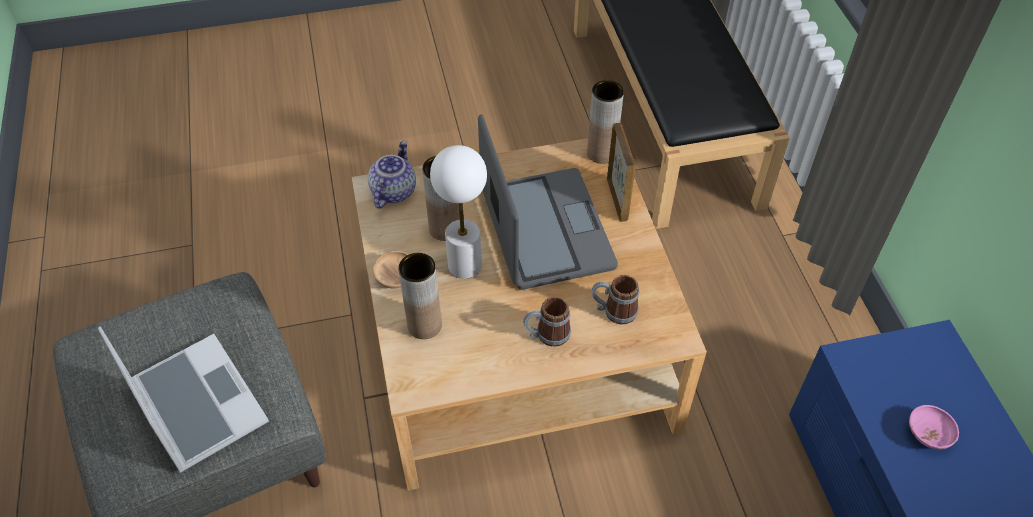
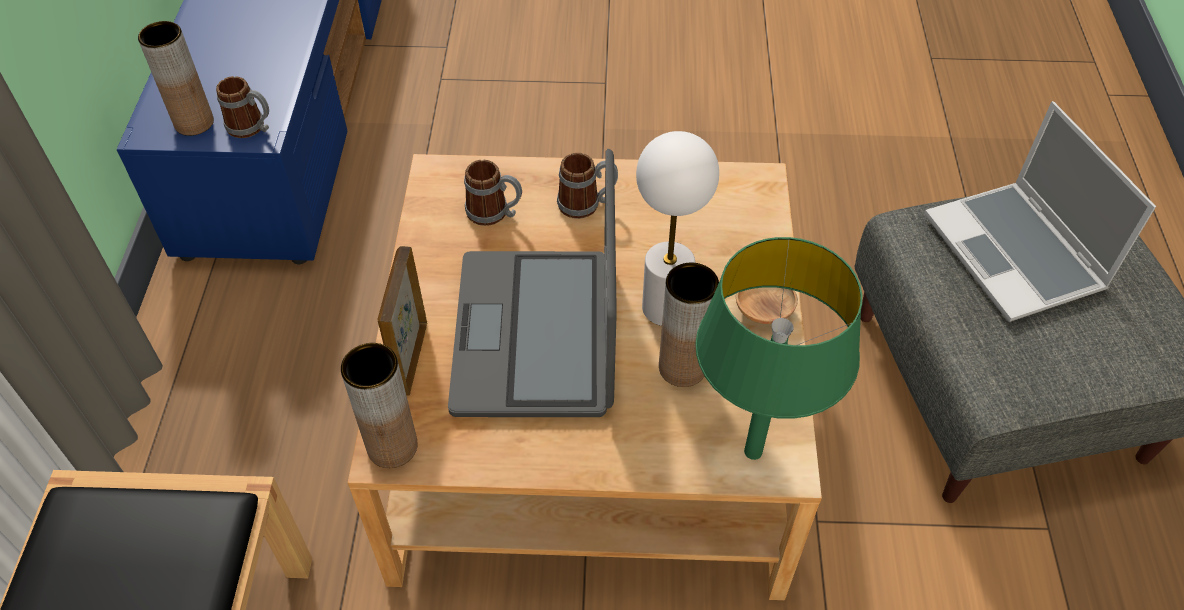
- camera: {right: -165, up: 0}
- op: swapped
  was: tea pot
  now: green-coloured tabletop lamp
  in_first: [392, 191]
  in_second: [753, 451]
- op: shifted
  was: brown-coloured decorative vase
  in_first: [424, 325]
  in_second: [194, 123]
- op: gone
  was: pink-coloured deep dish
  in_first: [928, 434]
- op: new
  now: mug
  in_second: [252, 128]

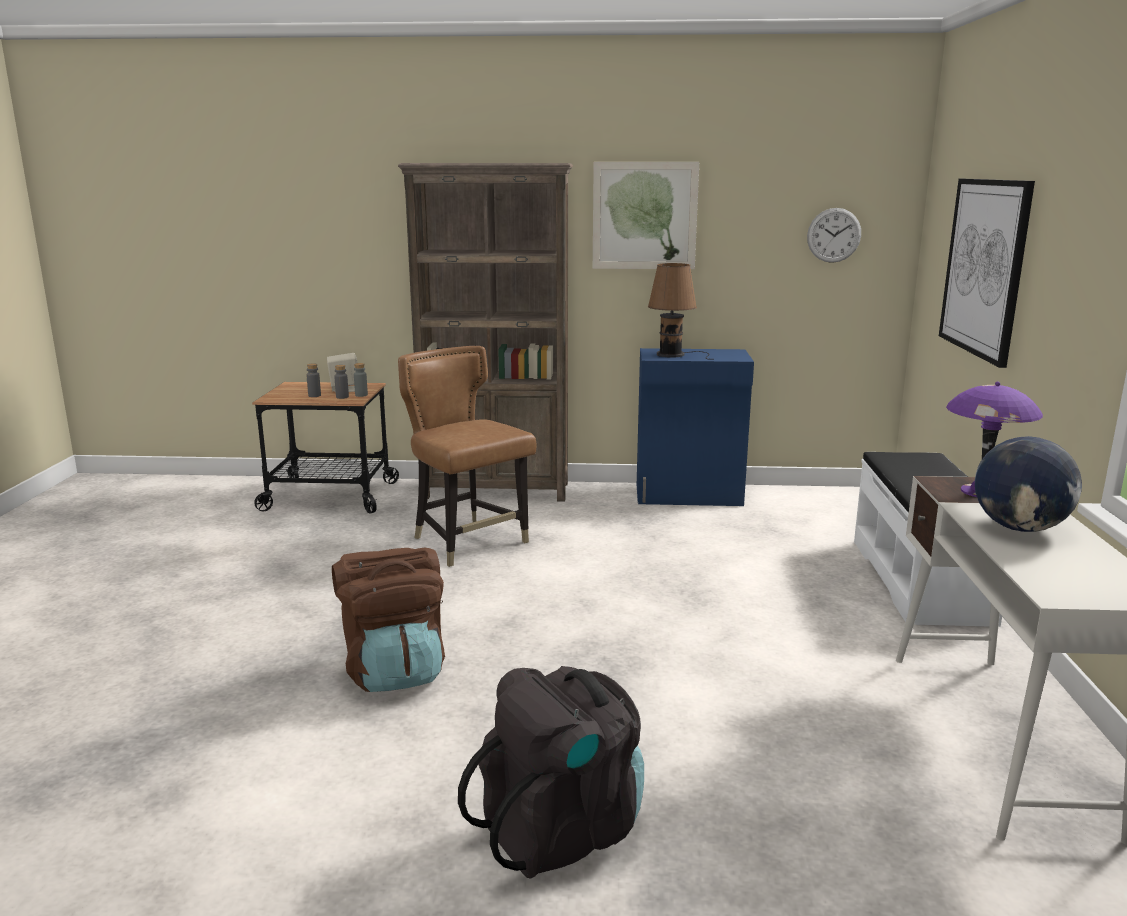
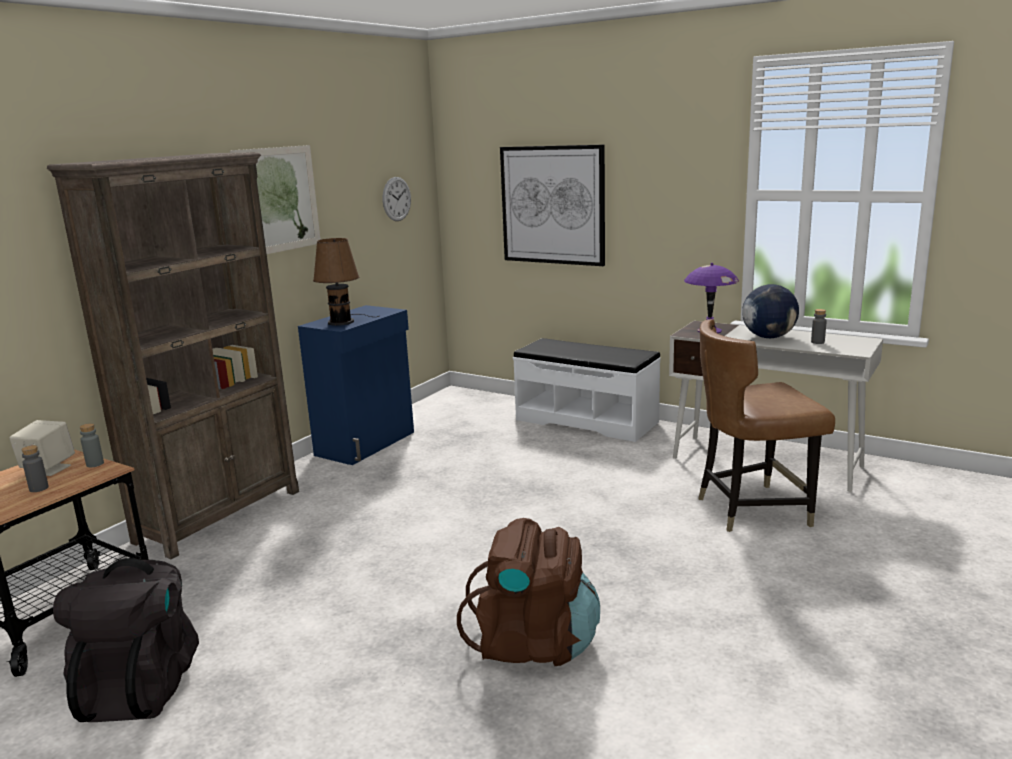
- camera: {right: -60, up: 0}
- op: shifted
  was: grey drink bottle
  in_first: [342, 397]
  in_second: [817, 342]
- op: shifted
  was: brown-coloured upright chair
  in_first: [468, 542]
  in_second: [752, 509]
- op: shifted
  was: black-coloured knapsack
  in_first: [562, 829]
  in_second: [141, 686]

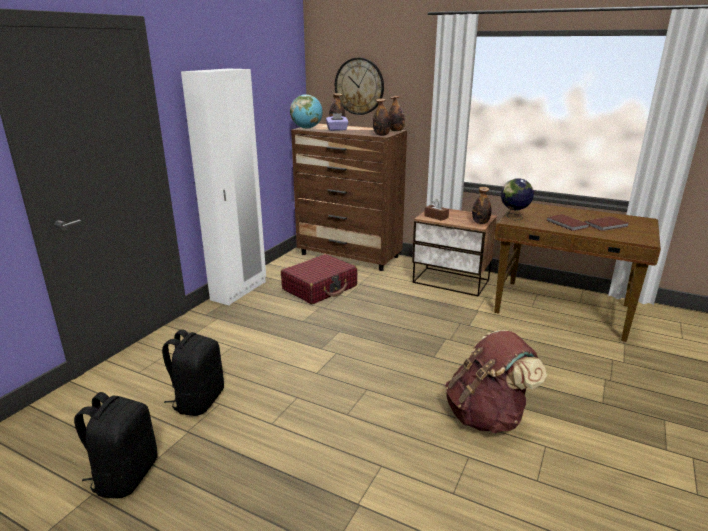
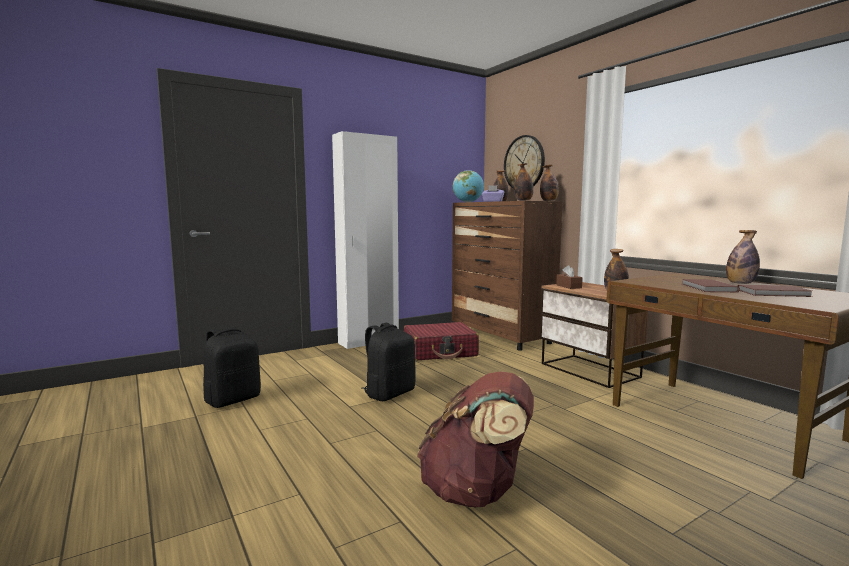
- camera: {right: 30, up: -15}
- op: shifted
  was: black-coloured knapsack
  in_first: [125, 475]
  in_second: [389, 393]
- op: gone
  was: desk globe
  in_first: [514, 217]
- op: new
  now: drink bottle
  in_second: [740, 283]

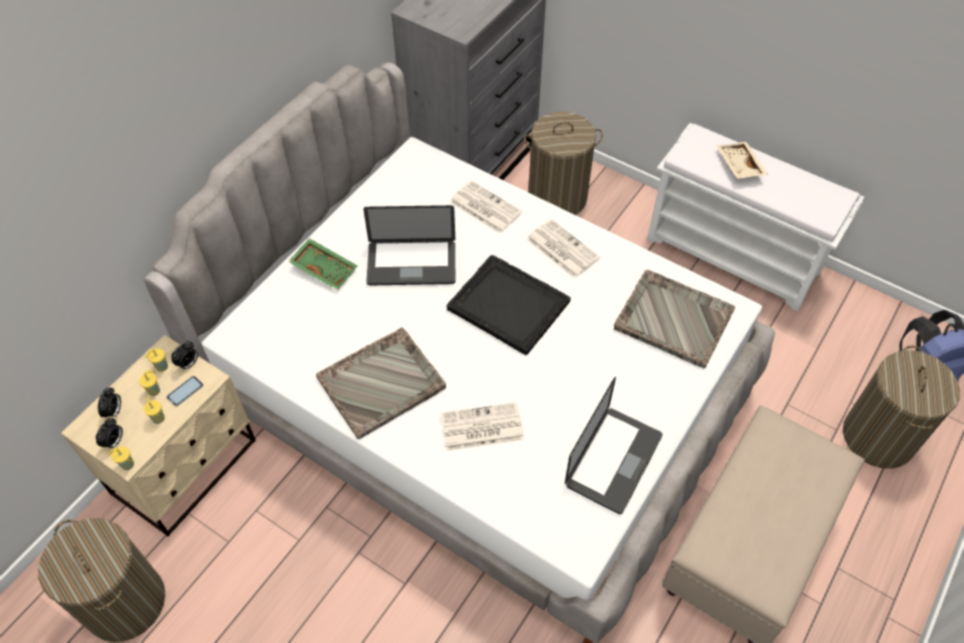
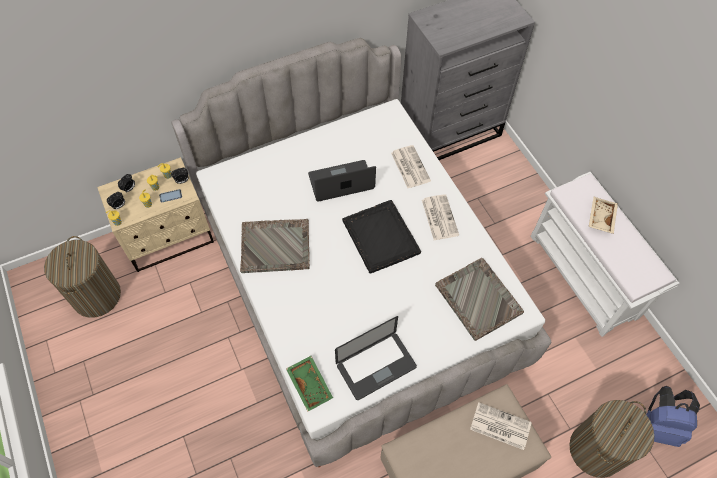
- camera: {right: 30, up: 5}
- op: shifted
  was: green-coloured carrying tray
  in_first: [325, 268]
  in_second: [310, 385]
- op: rotated
  was: notebook computer
  in_first: [411, 264]
  in_second: [341, 182]
  clockwise: 135
- op: shifted
  was: newspaper
  in_first: [480, 428]
  in_second: [499, 426]
- op: gone
  was: laundry basket
  in_first: [557, 197]

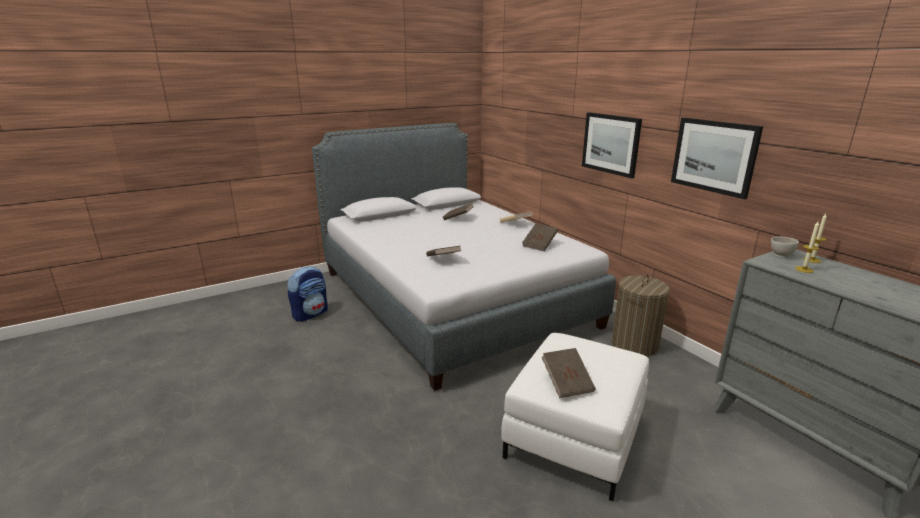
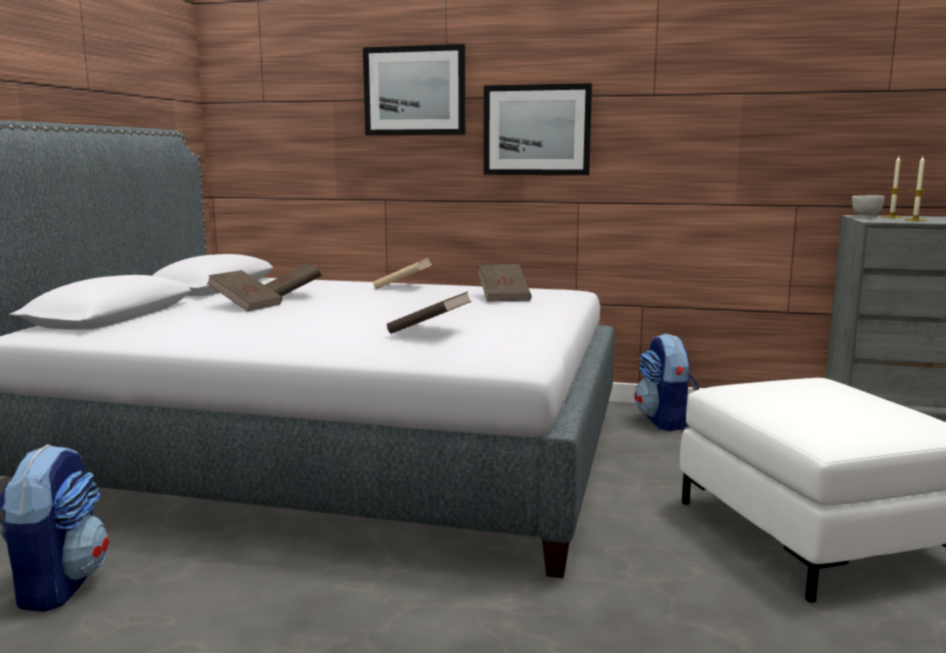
- camera: {right: -45, up: -10}
- op: shifted
  was: brown-coloured bound book
  in_first: [567, 383]
  in_second: [246, 305]
- op: swapped
  was: laundry basket
  now: knapsack
  in_first: [634, 344]
  in_second: [665, 421]
- op: shifted
  was: picture
  in_first: [714, 156]
  in_second: [414, 91]

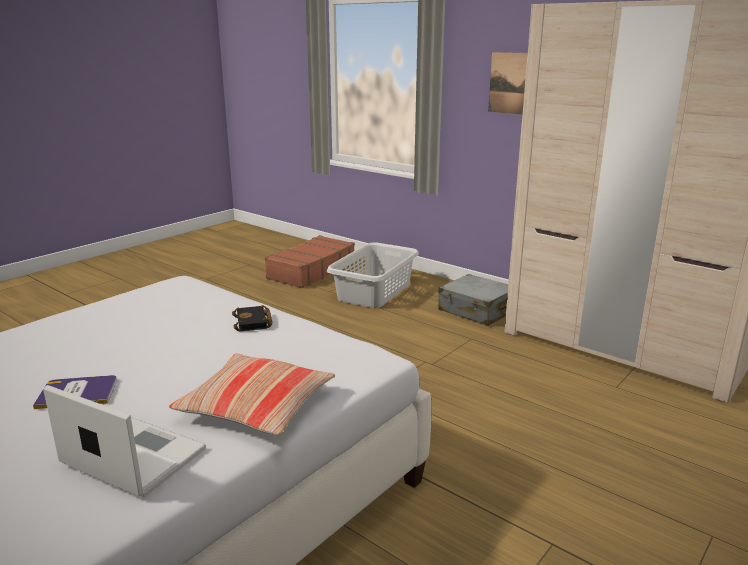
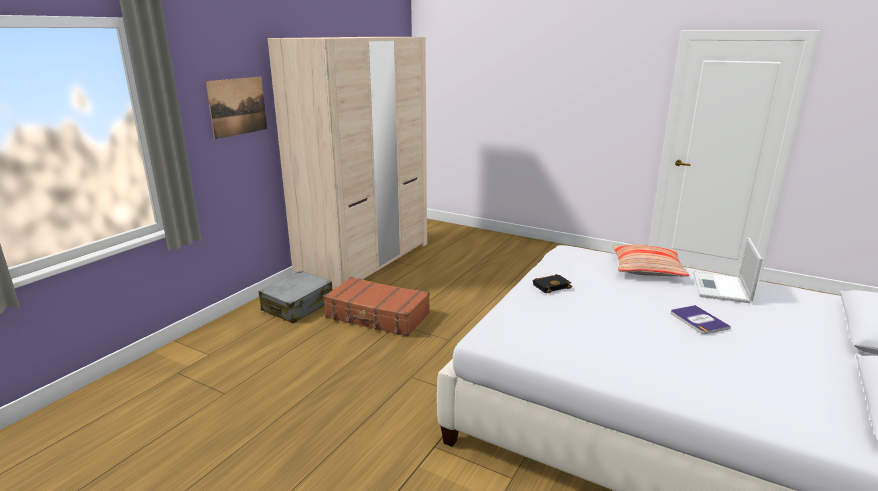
- camera: {right: -100, up: 0}
- op: shifted
  was: brown-coloured suitcase
  in_first: [311, 271]
  in_second: [377, 316]
- op: gone
  was: grey laundry basket
  in_first: [375, 292]

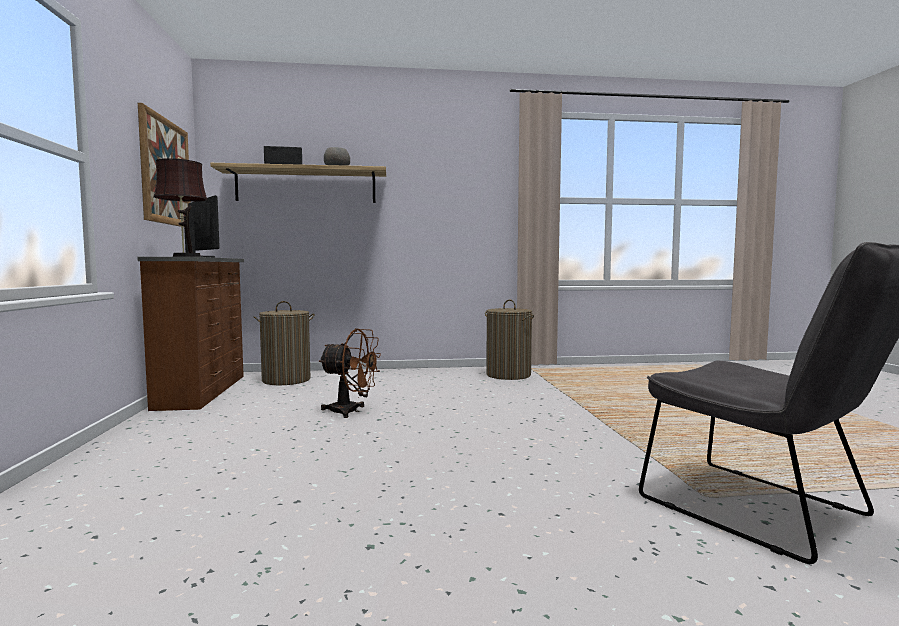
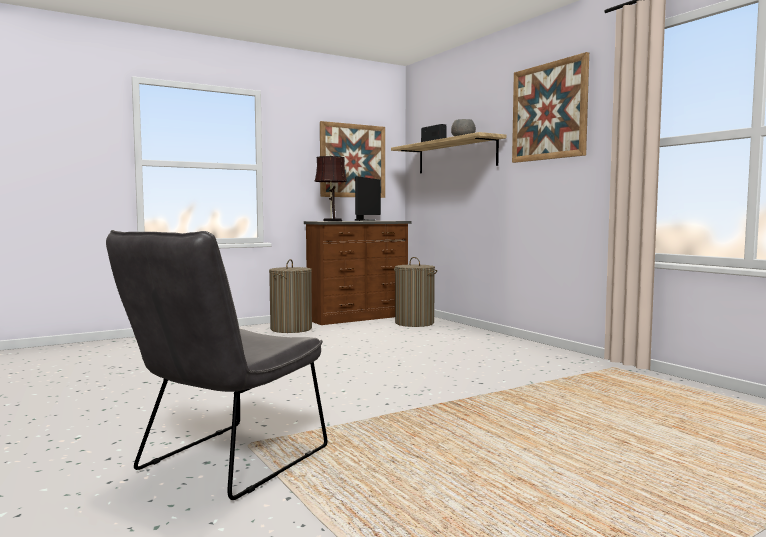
- camera: {right: 65, up: 0}
- op: gone
  was: brown-coloured electric fan
  in_first: [351, 411]
- op: shifted
  was: laundry basket
  in_first: [508, 375]
  in_second: [291, 329]
- op: new
  now: picture
  in_second: [549, 111]

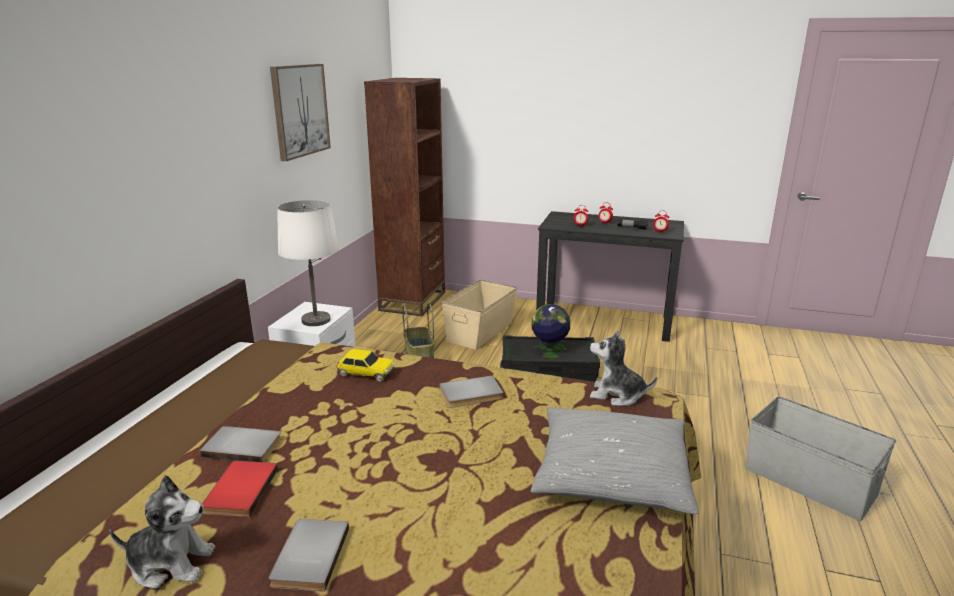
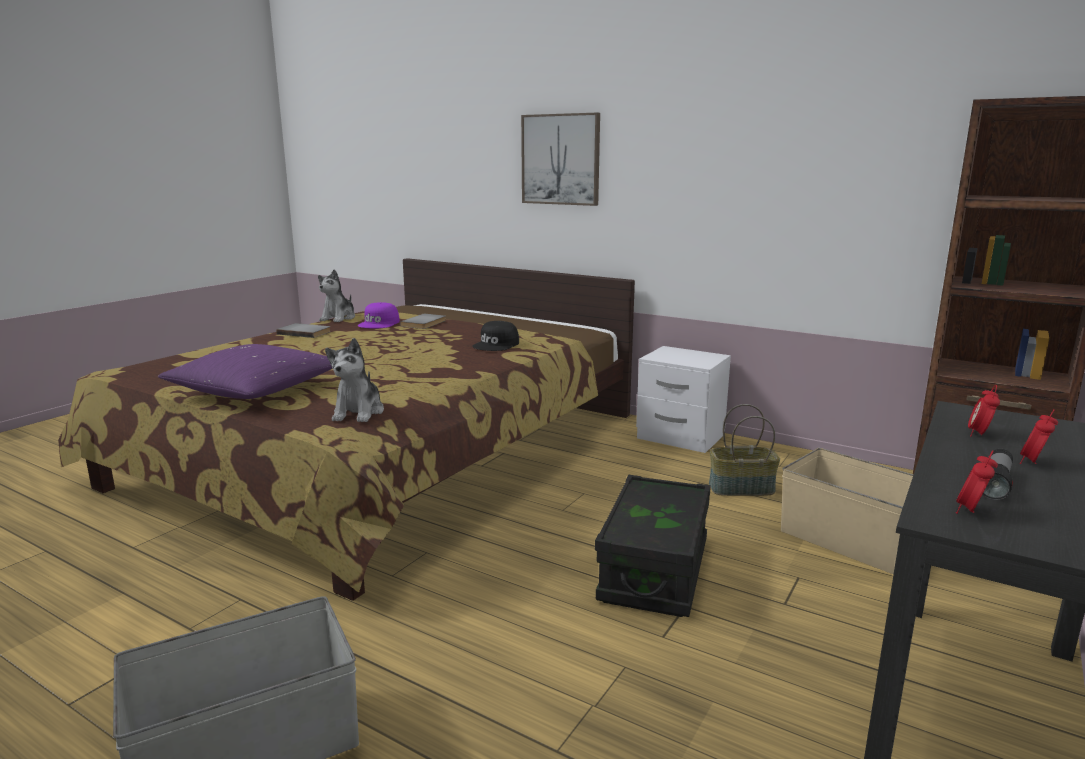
- camera: {right: 105, up: -5}
- op: swapped
  was: reddish bound book
  now: purplish cap
  in_first: [238, 491]
  in_second: [379, 323]
- op: shifted
  was: picture
  in_first: [300, 110]
  in_second: [561, 159]
- op: gone
  was: white tabletop lamp
  in_first: [316, 320]
- op: swapped
  was: model car
  now: black-coloured cap
  in_first: [365, 373]
  in_second: [496, 345]
- op: gone
  was: grey bound book
  in_first: [471, 395]
- op: repainted
  was: grey pillow
  now: purplish pillow
  in_first: [611, 475]
  in_second: [256, 390]
- op: gone
  was: desk globe
  in_first: [549, 350]
- op: rotated
  was: soft toy
  in_first: [617, 395]
  in_second: [358, 412]
  clockwise: 150

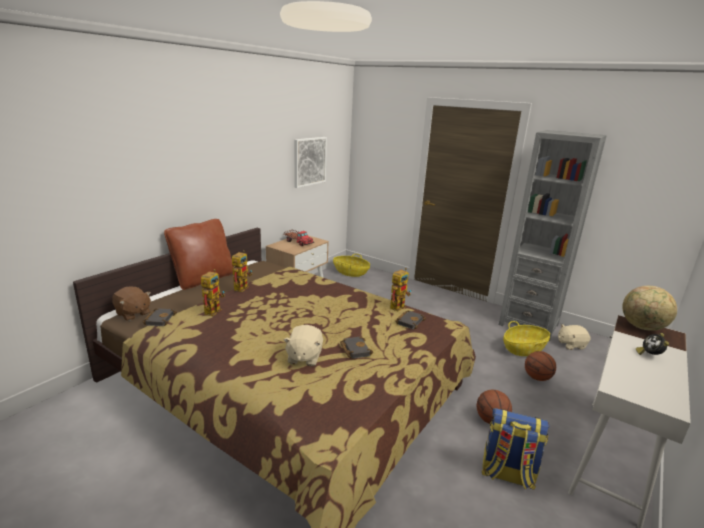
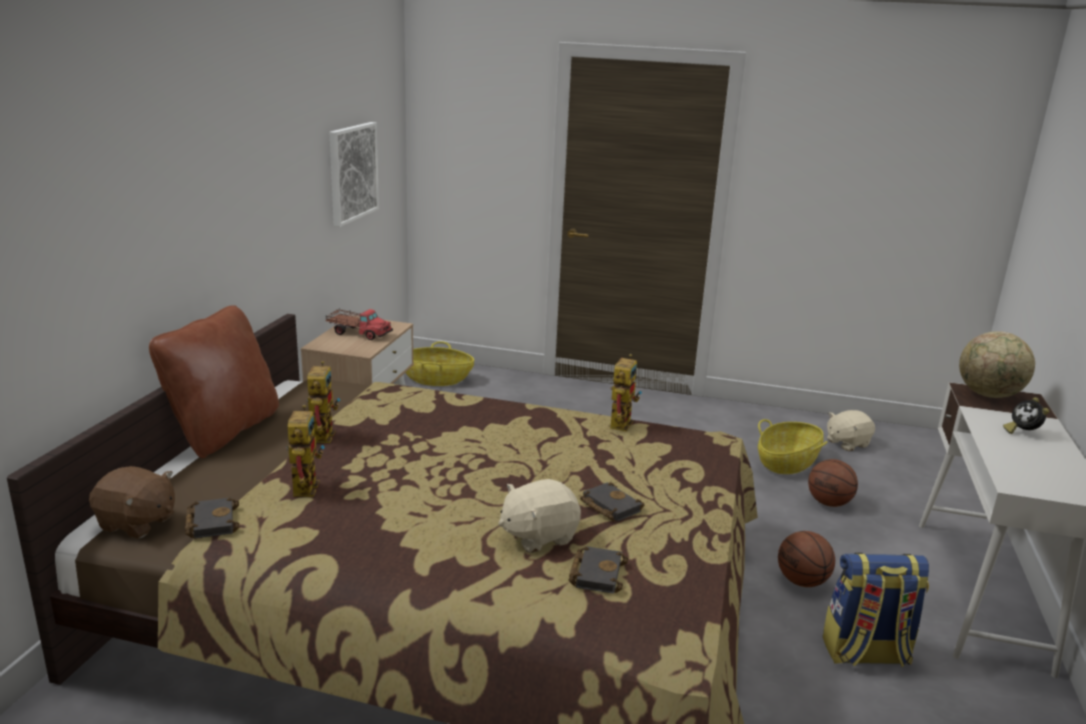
- camera: {right: -20, up: 0}
- op: rotated
  was: sand-coloured soft toy
  in_first: [304, 357]
  in_second: [538, 536]
  clockwise: 75
- op: shifted
  was: black-coloured bound book
  in_first: [409, 321]
  in_second: [596, 573]
- op: gone
  was: grey shelving unit
  in_first: [528, 324]

